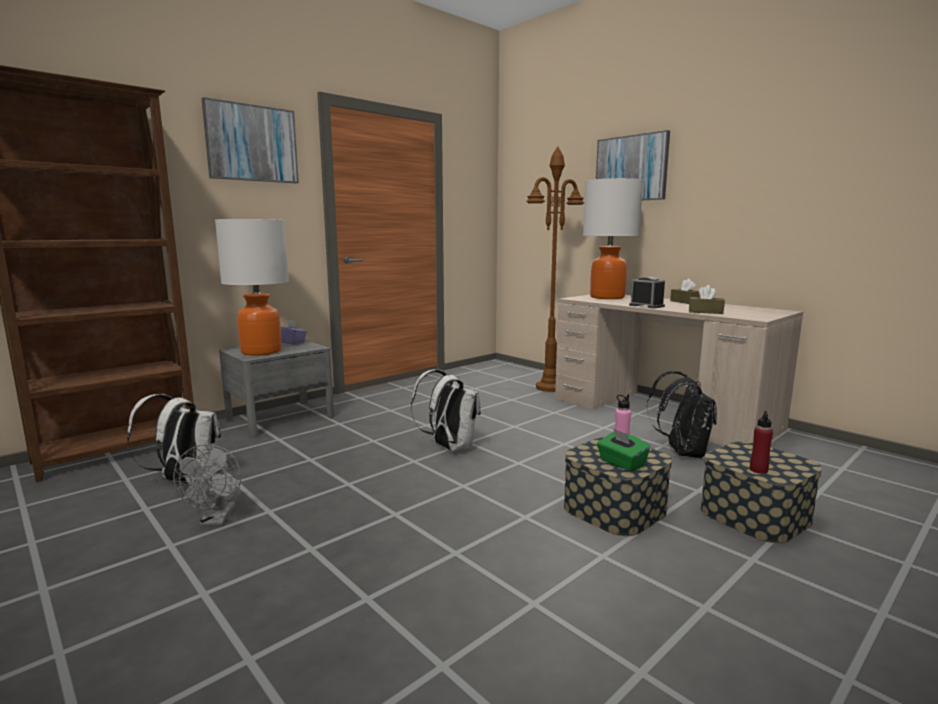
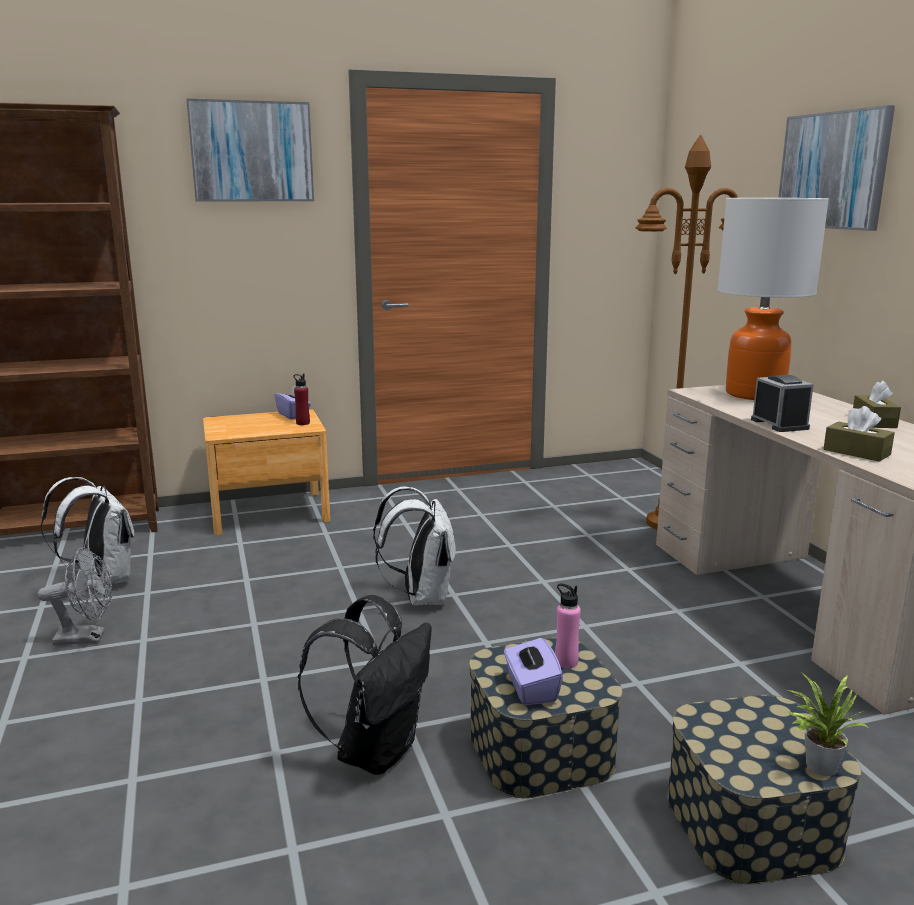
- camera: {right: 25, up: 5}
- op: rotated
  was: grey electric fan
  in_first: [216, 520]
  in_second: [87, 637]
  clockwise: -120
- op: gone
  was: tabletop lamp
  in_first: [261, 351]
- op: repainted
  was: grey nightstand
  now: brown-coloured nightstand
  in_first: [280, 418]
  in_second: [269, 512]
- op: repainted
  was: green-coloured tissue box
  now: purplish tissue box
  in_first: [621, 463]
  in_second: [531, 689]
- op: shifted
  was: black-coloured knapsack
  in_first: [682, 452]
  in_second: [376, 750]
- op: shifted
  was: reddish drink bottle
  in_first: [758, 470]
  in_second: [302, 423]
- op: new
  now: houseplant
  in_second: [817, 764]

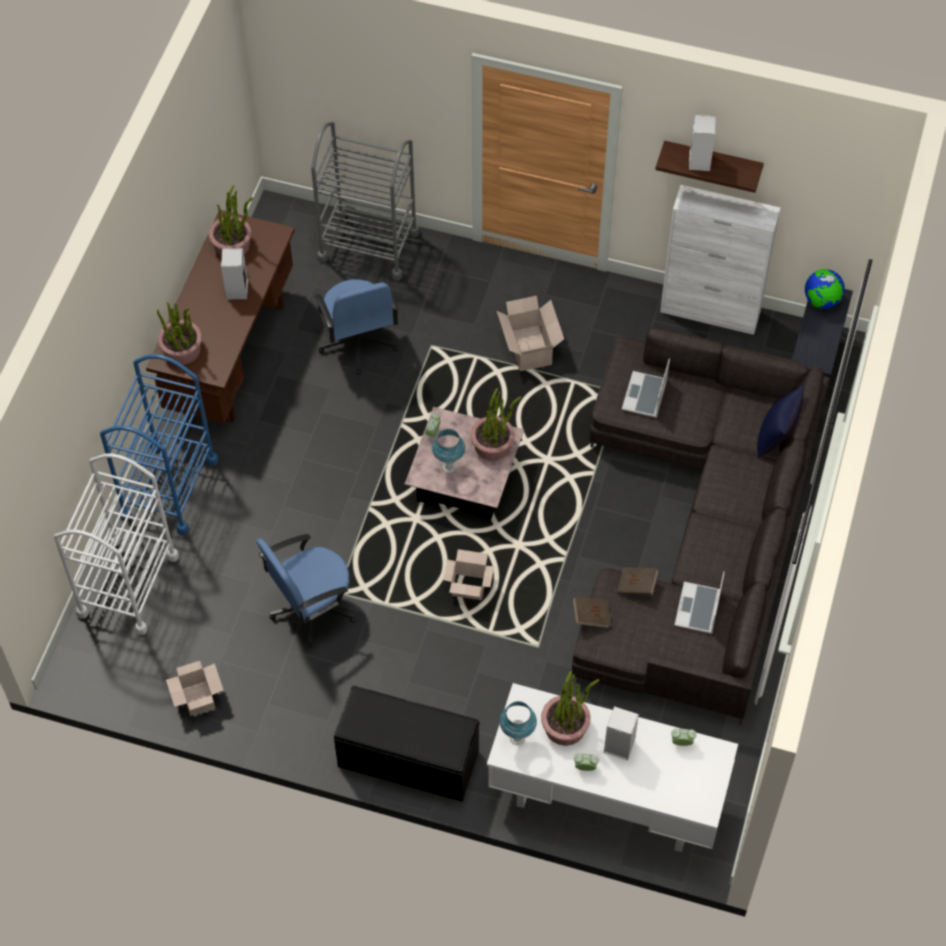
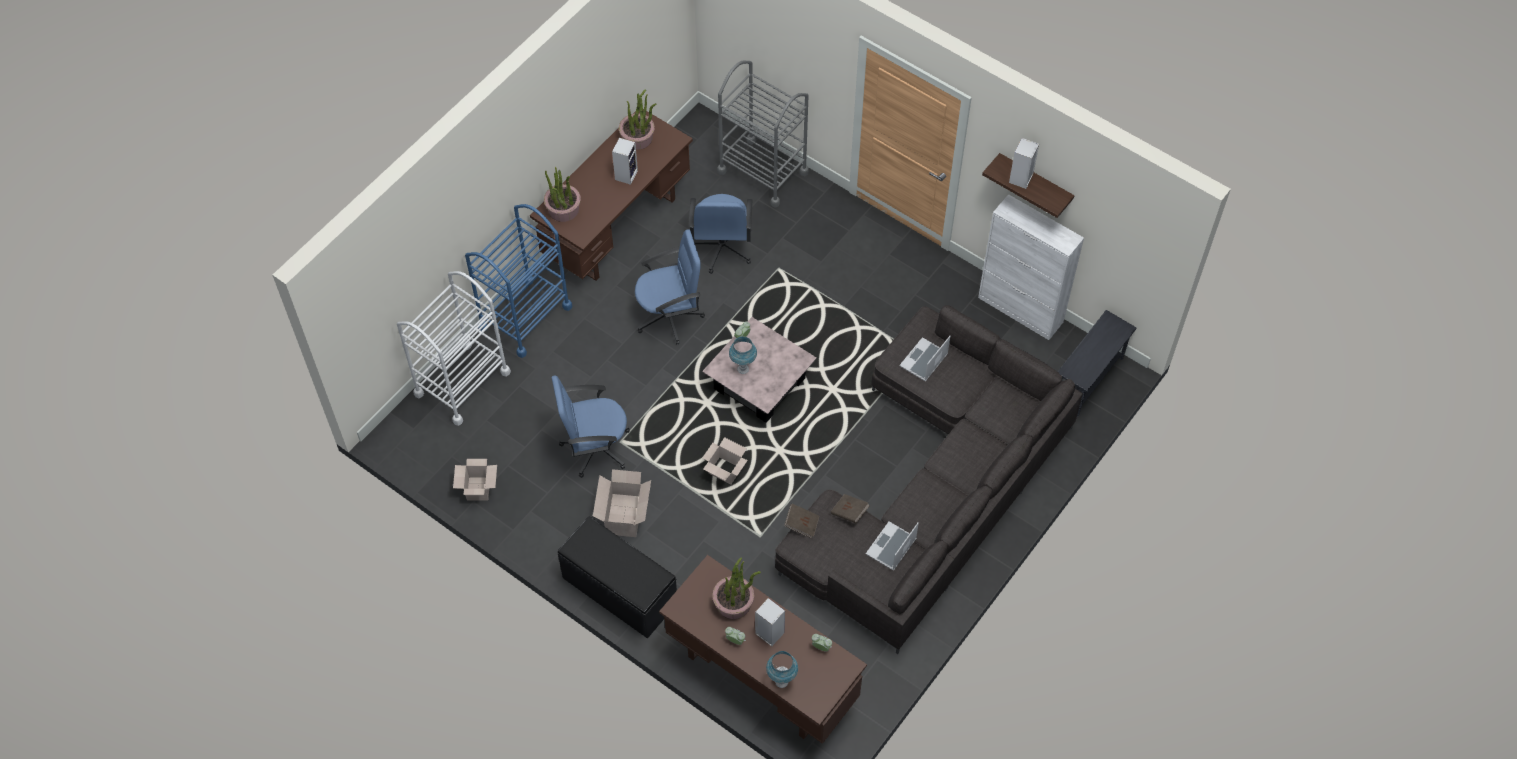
- camera: {right: 20, up: 0}
- op: gone
  was: houseplant
  in_first: [493, 445]
- op: repainted
  was: white desk unit
  now: brown-coloured desk unit
  in_first: [605, 801]
  in_second: [761, 677]
- op: shifted
  was: carton
  in_first: [529, 347]
  in_second: [624, 514]
- op: shifted
  was: blue tabletop lamp
  in_first: [517, 738]
  in_second: [781, 682]
- op: gone
  was: blue pillow
  in_first: [776, 437]
- op: gone
  was: desk globe
  in_first: [821, 301]
- op: new
  now: blue office chair
  in_second: [670, 316]

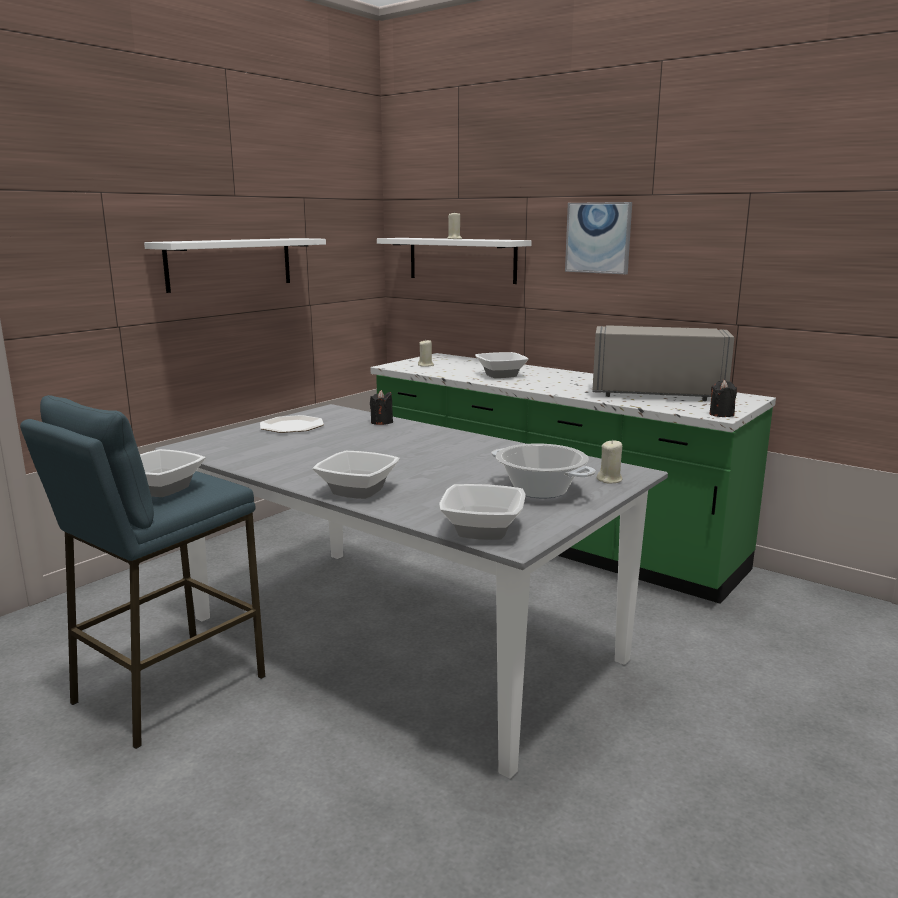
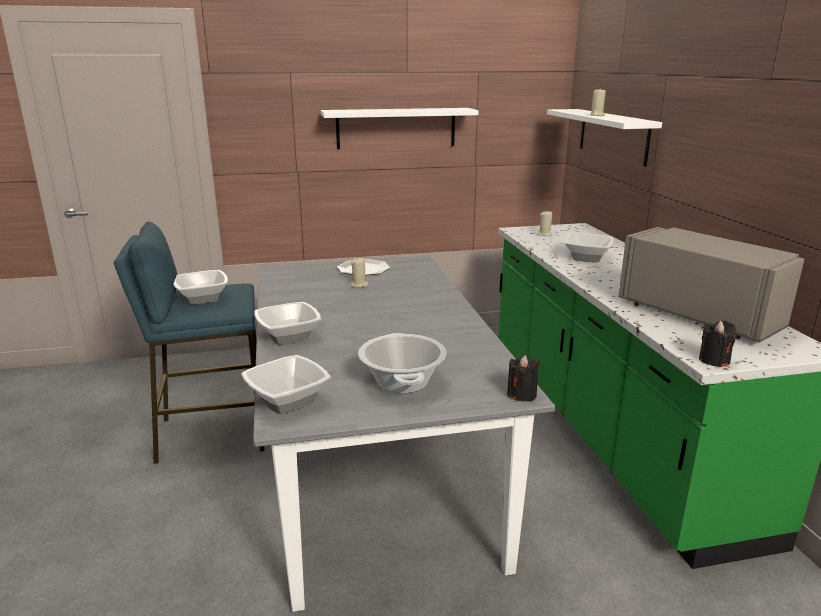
- camera: {right: 40, up: 5}
- op: shifted
  was: black-coloured candle
  in_first: [382, 422]
  in_second: [521, 394]
- op: gone
  was: picture
  in_first: [598, 238]
- op: shifted
  was: sand-coloured candle
  in_first: [610, 480]
  in_second: [359, 285]

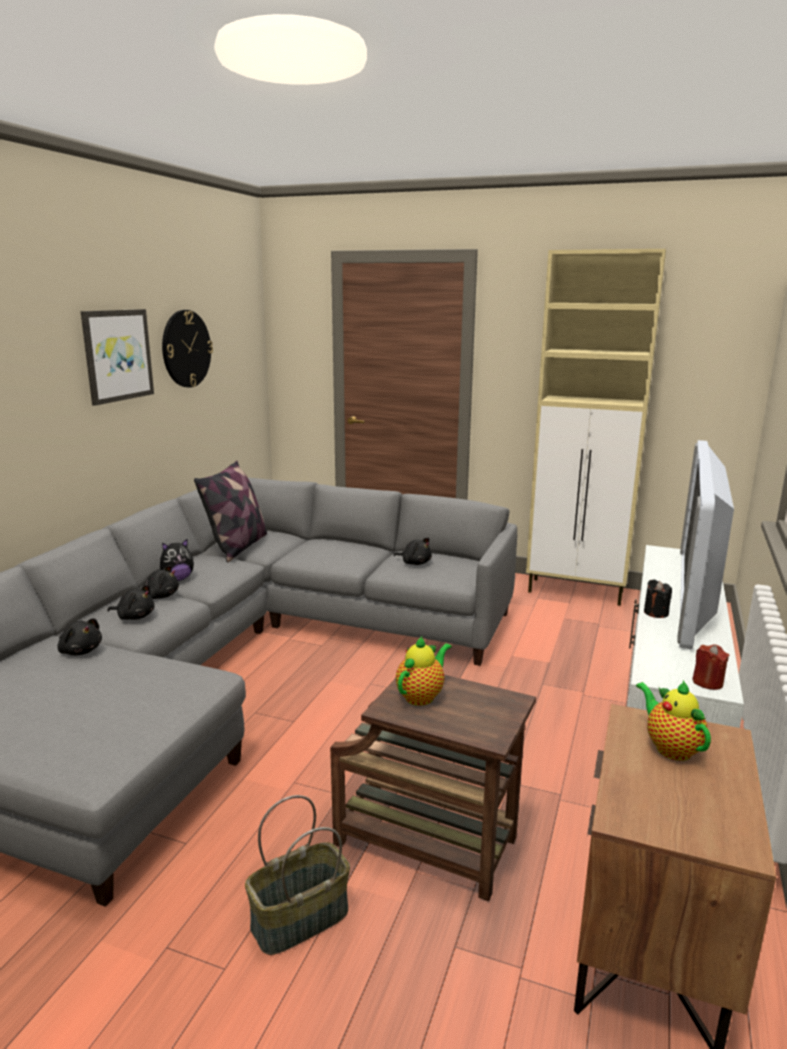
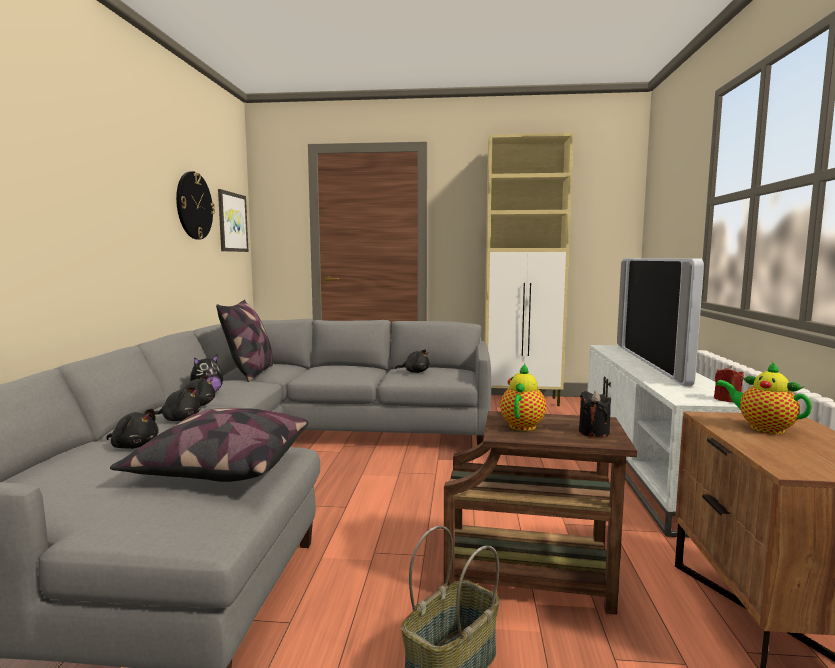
- camera: {right: -15, up: -10}
- op: shifted
  was: picture
  in_first: [117, 355]
  in_second: [232, 222]
- op: shifted
  was: black-coloured candle
  in_first: [656, 613]
  in_second: [594, 432]
- op: new
  now: pillow
  in_second: [221, 469]

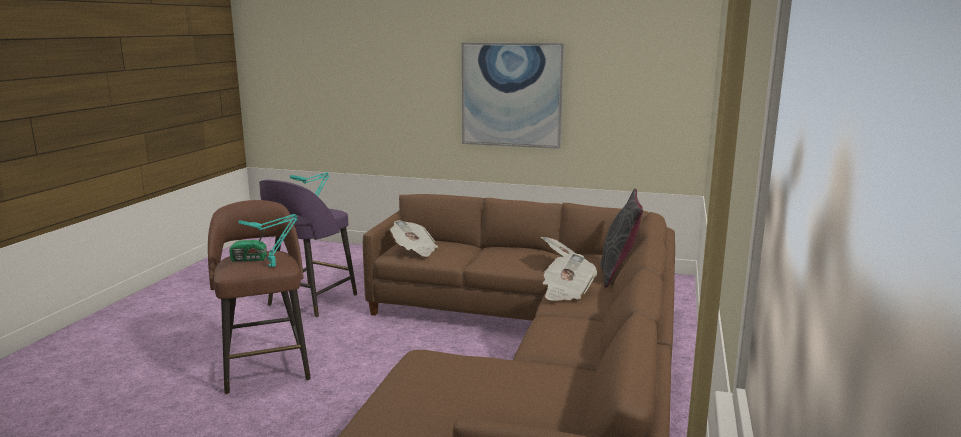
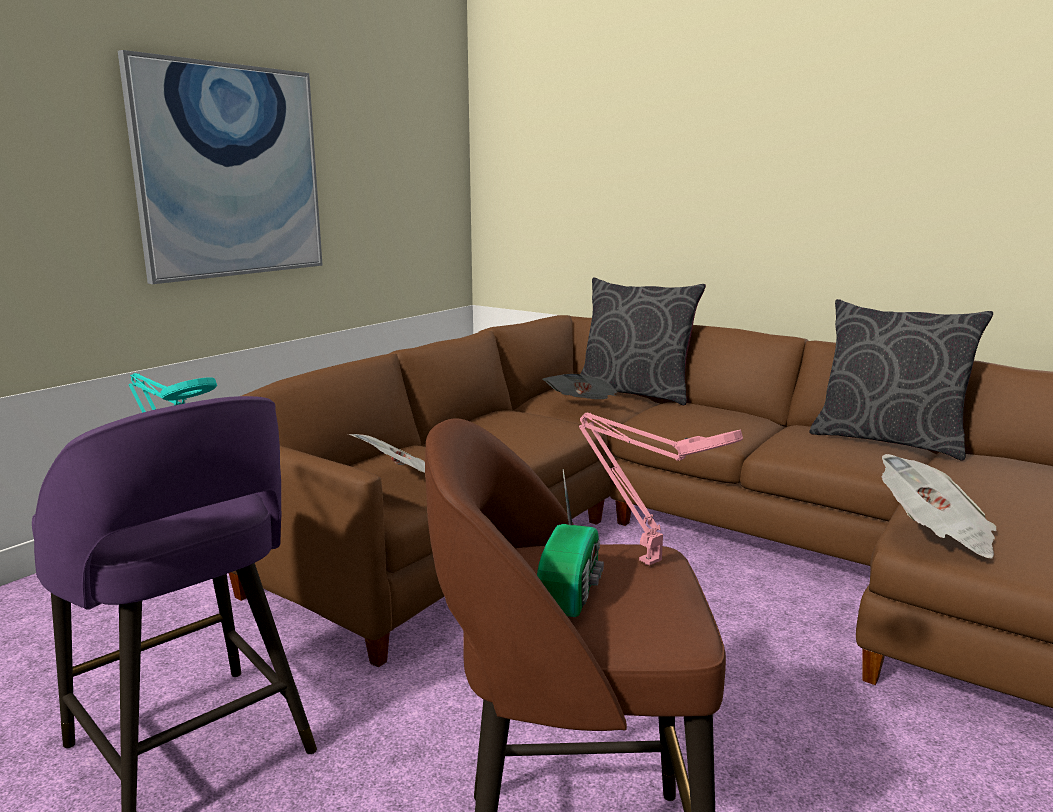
- camera: {right: -70, up: 0}
- op: repainted
  was: turquoise-coloured tabletop lamp
  now: pink-coloured tabletop lamp
  in_first: [273, 265]
  in_second: [645, 560]
- op: shifted
  was: newspaper
  in_first: [566, 292]
  in_second: [936, 534]
- op: new
  now: grey pillow
  in_second: [888, 440]

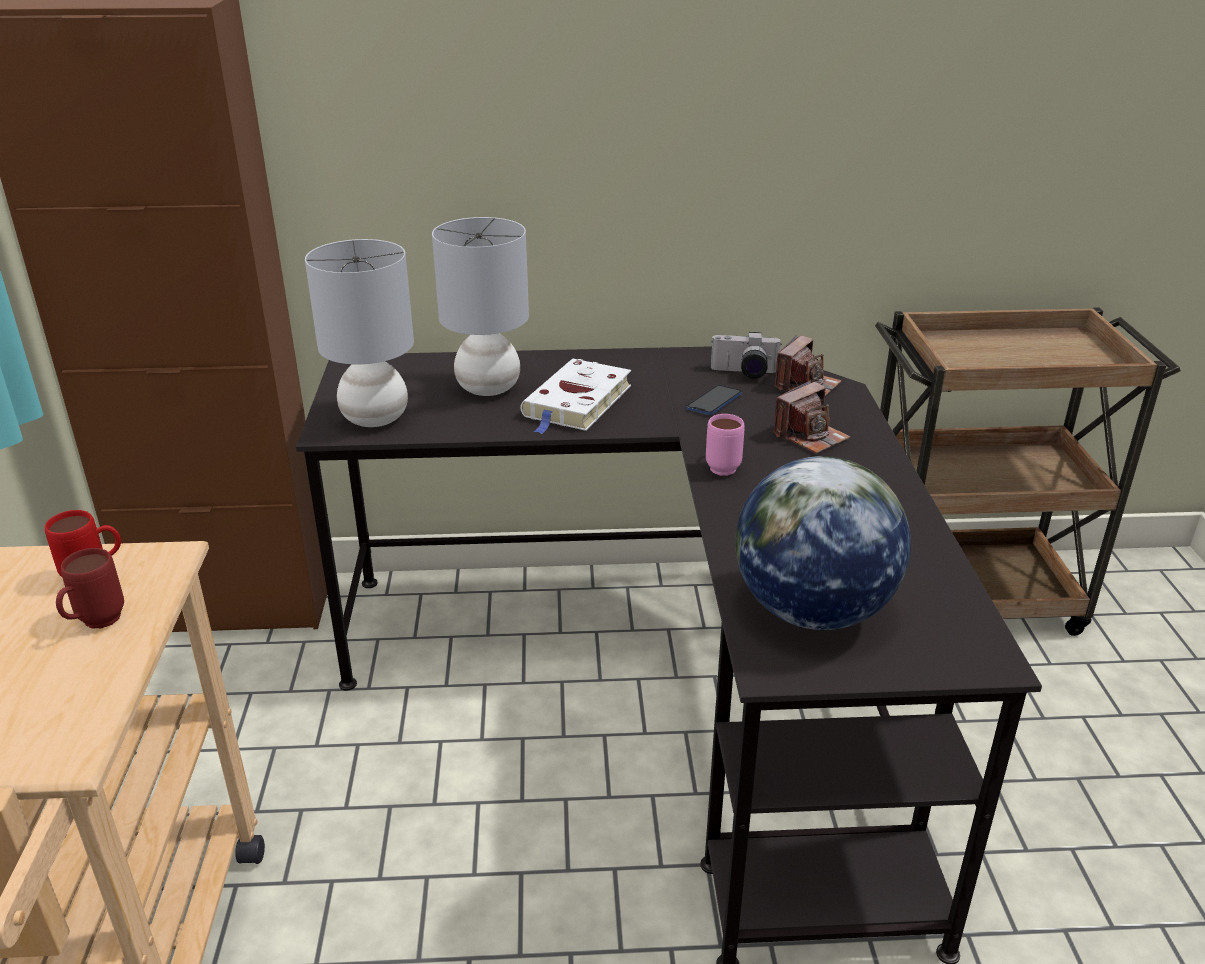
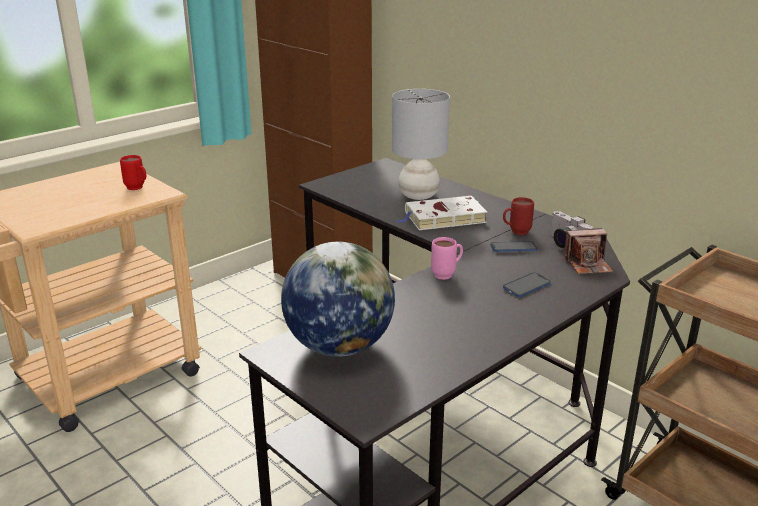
- camera: {right: 50, up: -5}
- op: shifted
  was: reddish mug
  in_first: [95, 624]
  in_second: [515, 232]
- op: gone
  was: grey tabletop lamp
  in_first: [375, 418]
- op: swapped
  was: photo camera
  now: telephone
  in_first: [810, 436]
  in_second: [526, 286]

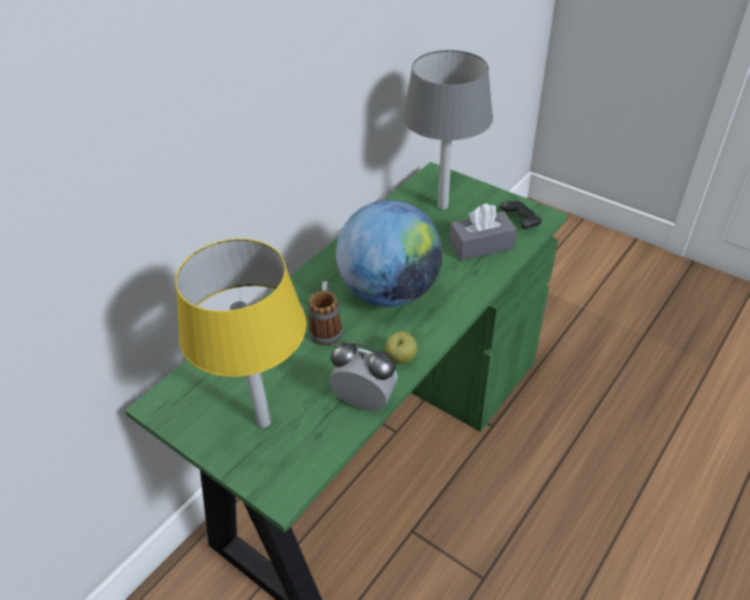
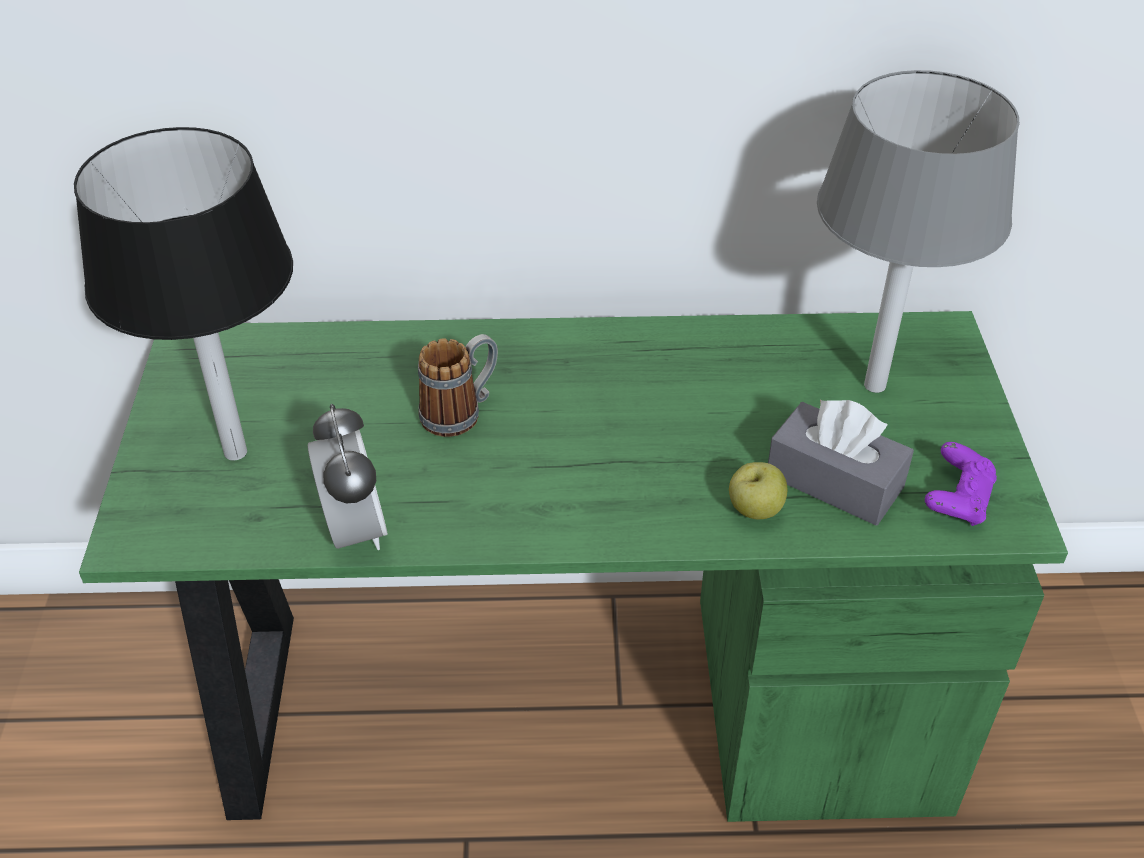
- camera: {right: 50, up: 0}
- op: repainted
  was: yellowish tabletop lamp
  now: black-coloured tabletop lamp
  in_first: [263, 422]
  in_second: [235, 452]
- op: gone
  was: desk globe
  in_first: [390, 292]
- op: shifted
  was: apple fruit
  in_first: [401, 358]
  in_second: [755, 510]
- op: repainted
  was: black-coloured gamepad
  now: purplish gamepad
  in_first: [520, 222]
  in_second: [957, 499]

